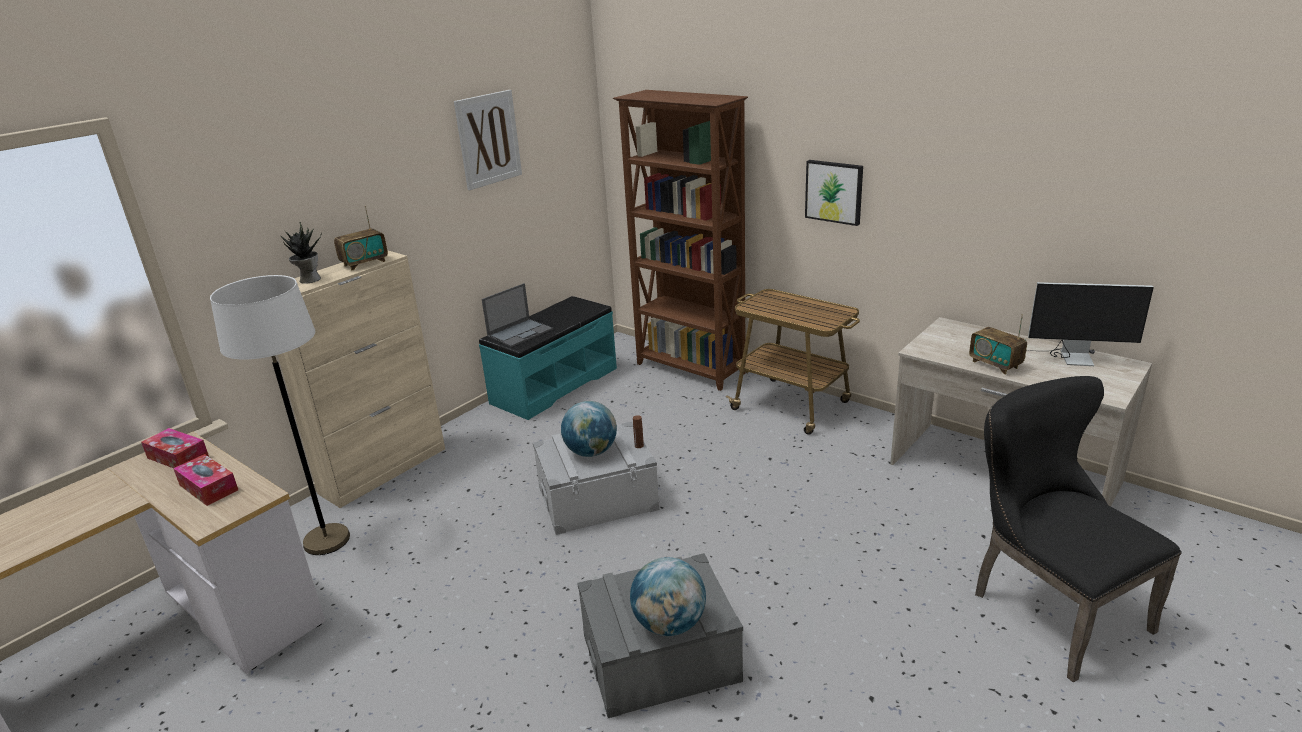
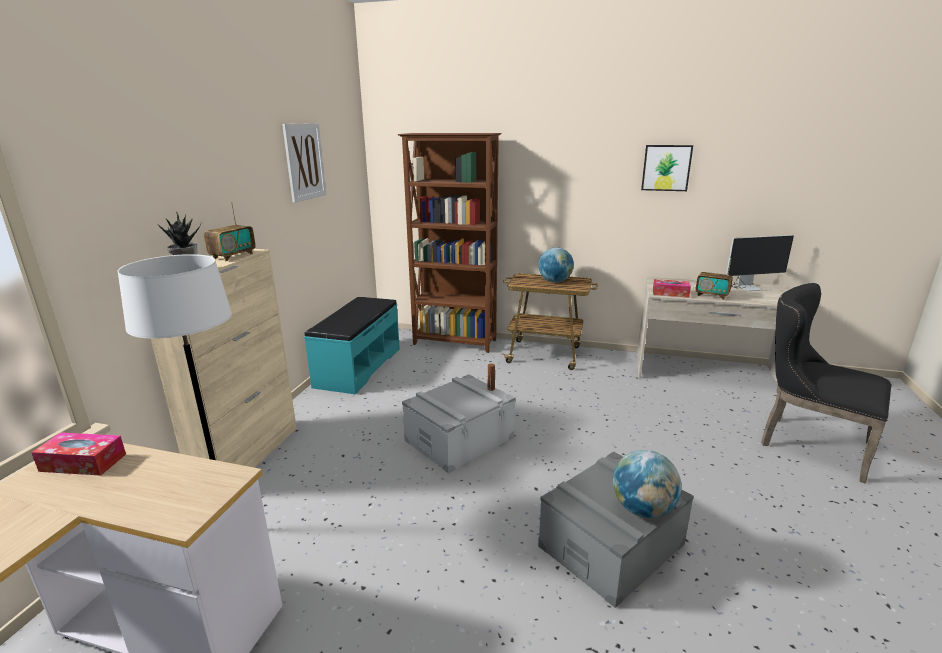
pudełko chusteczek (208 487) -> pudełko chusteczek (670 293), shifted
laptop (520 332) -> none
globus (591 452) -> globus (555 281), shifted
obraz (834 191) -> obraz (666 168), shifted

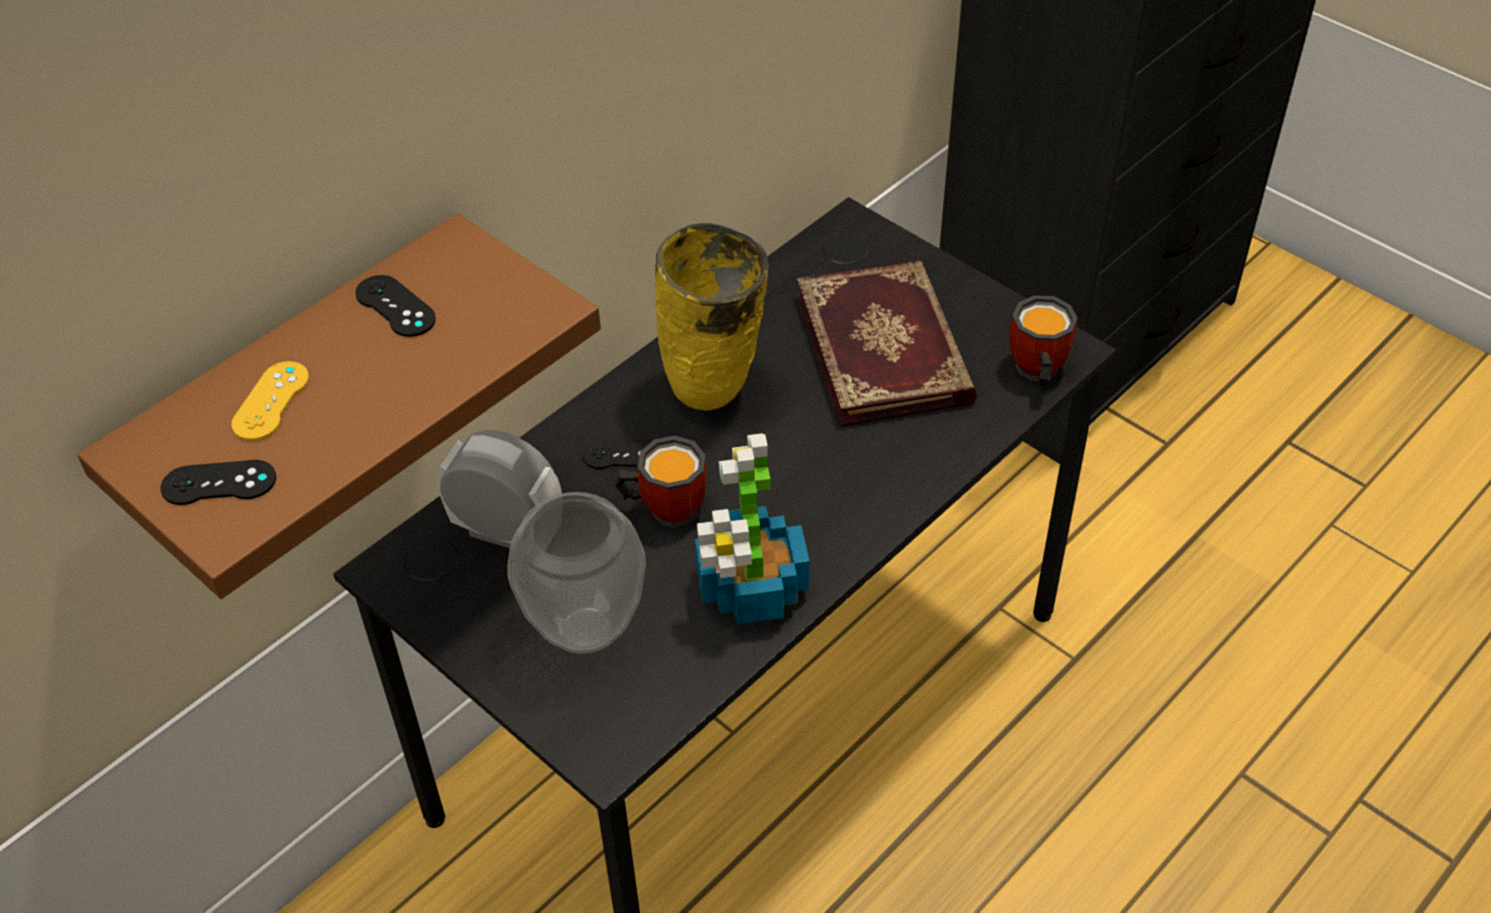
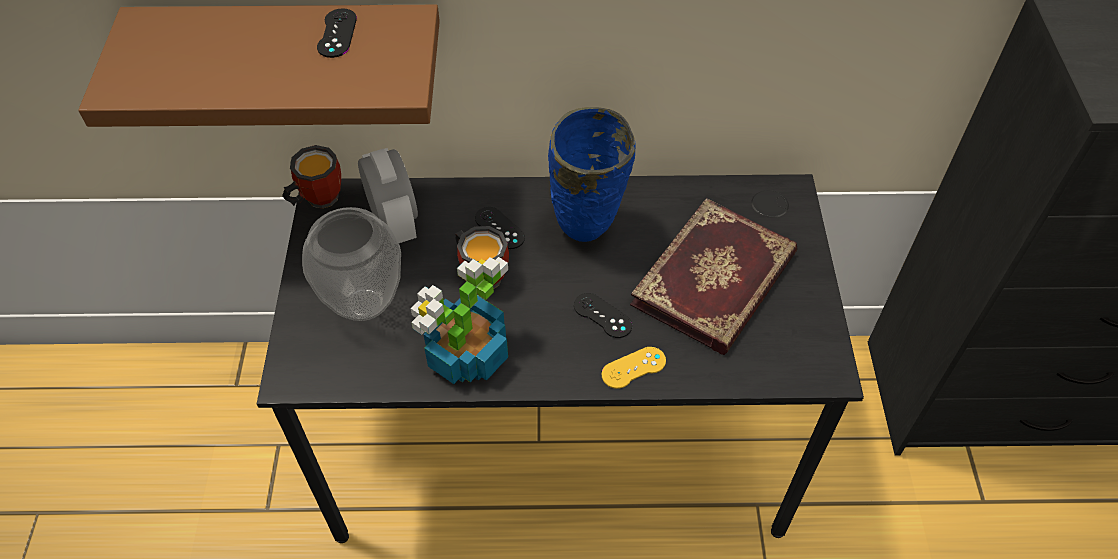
pad do gier/czarny (219 483) -> pad do gier/czarny (602 315), shifted
pad do gier/żółty (271 401) -> pad do gier/żółty (633 368), shifted
wazon/żółty (714 393) -> wazon/niebieski (587 231)
kubek (1034 372) -> kubek (316 198), shifted

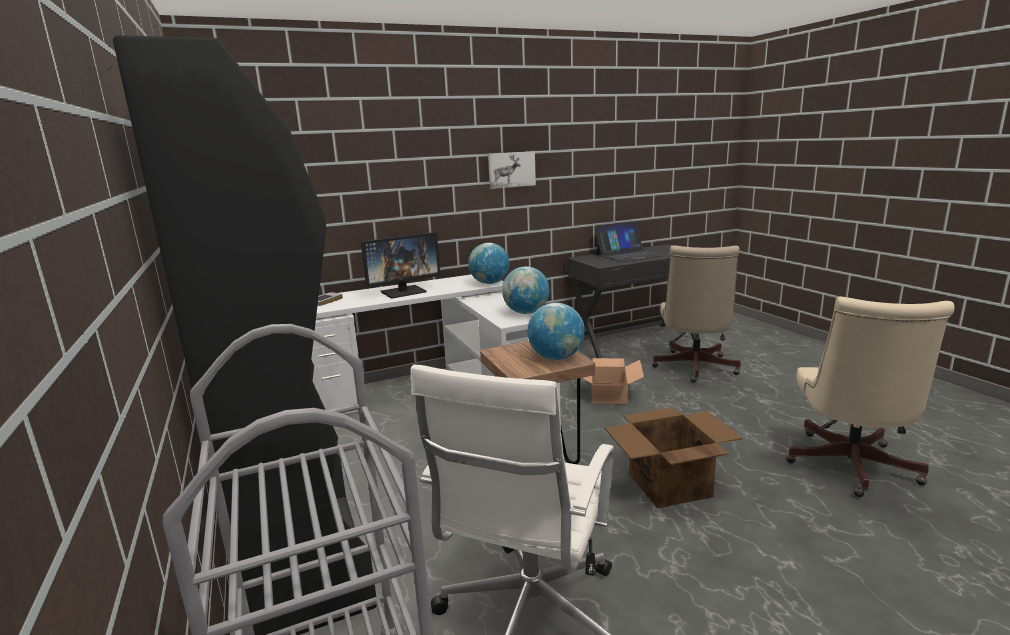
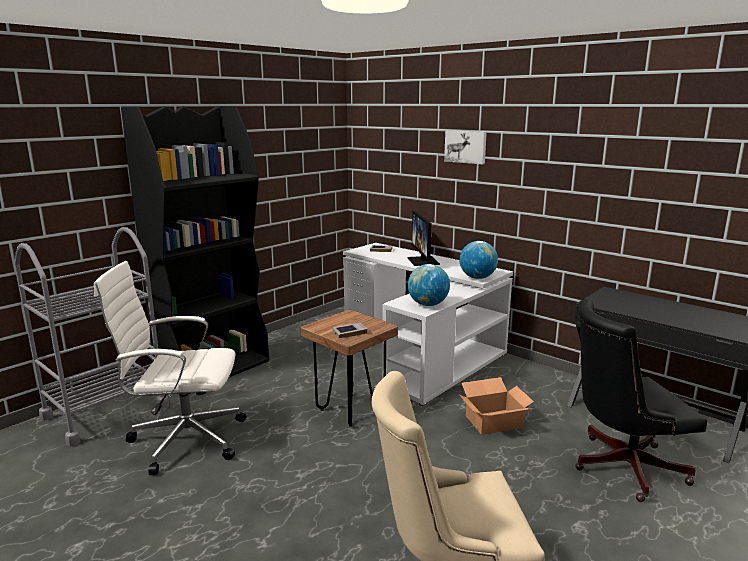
monitor (403 292) -> monitor (423 261), 45 degrees clockwise
obraz (511 169) -> obraz (466 146), shifted
globus (556 357) -> książka (349 332)
laptop (628 255) -> none
karton (668 485) -> none
krzesło biurowe/beżowy (694 368) -> krzesło biurowe/czarny (621 467)

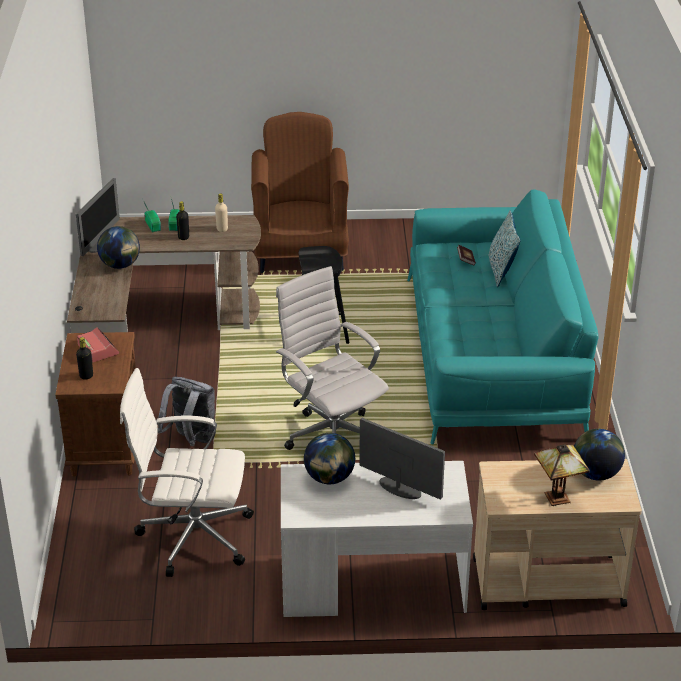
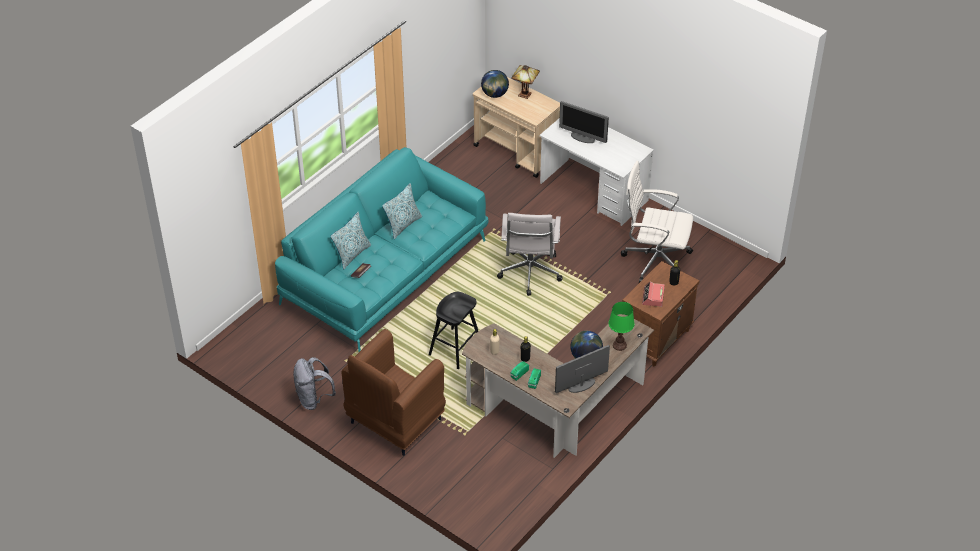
krzesło biurowe/biały (192 536) -> krzesło biurowe/biały (654 260), 150 degrees clockwise
plecak/szary (191 439) -> plecak/szary (314 399), shifted
globus (329 478) -> none
monitor (399 488) -> monitor (583 138), 45 degrees counterclockwise
none -> poduszka (403 225)
none -> lampa stołowa/zielony (619 345)

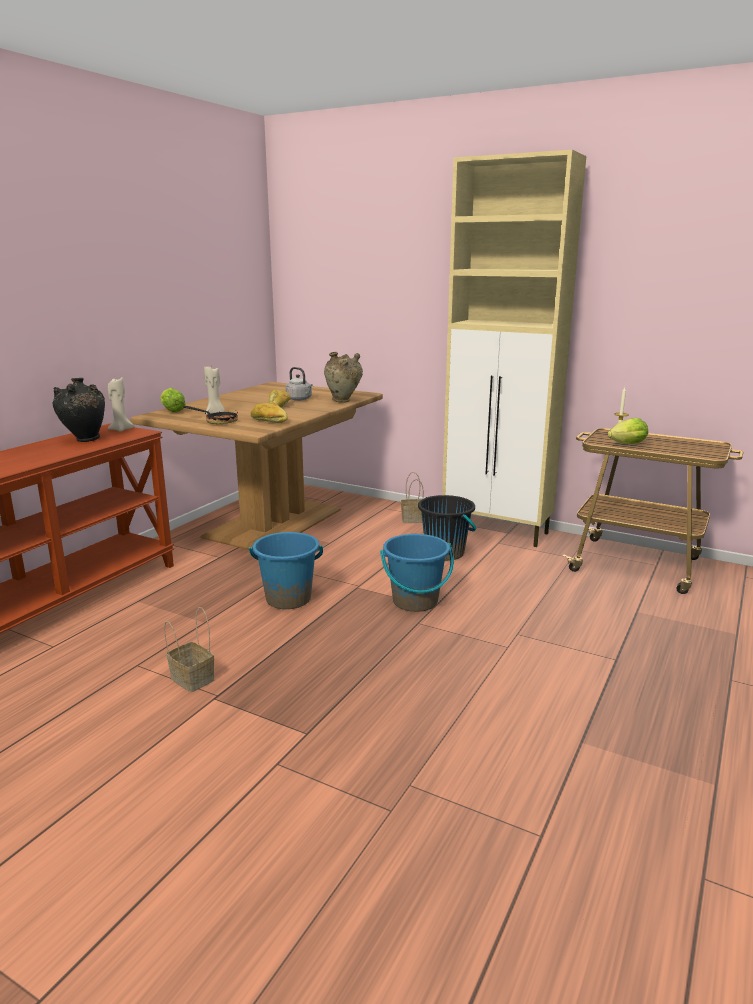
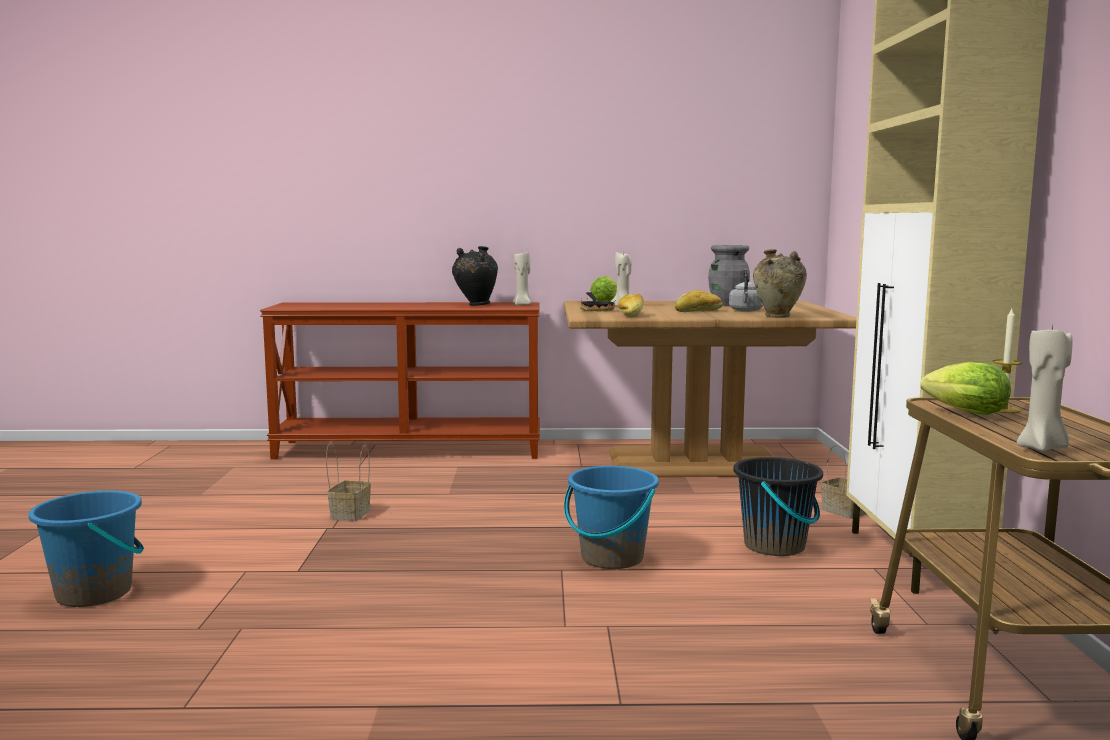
wiadro/niebieski (288 599) -> wiadro/niebieski (95 593), shifted
none -> wazon/szary (728 305)
none -> świeca/beżowy (1042 448)

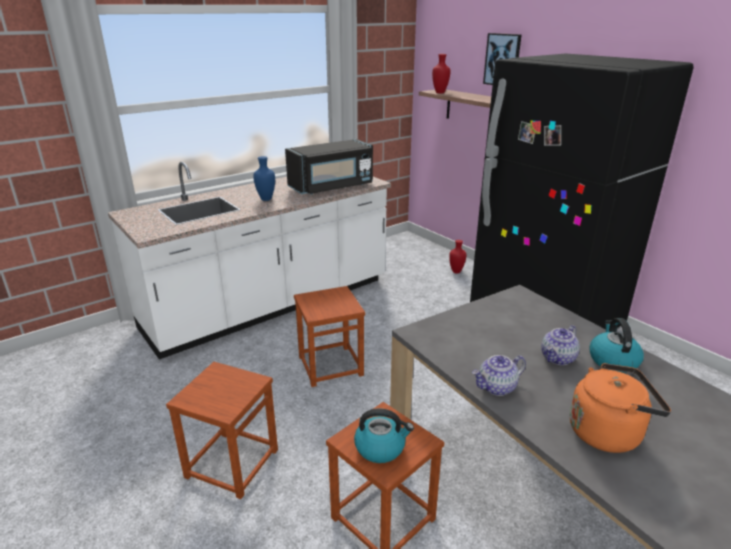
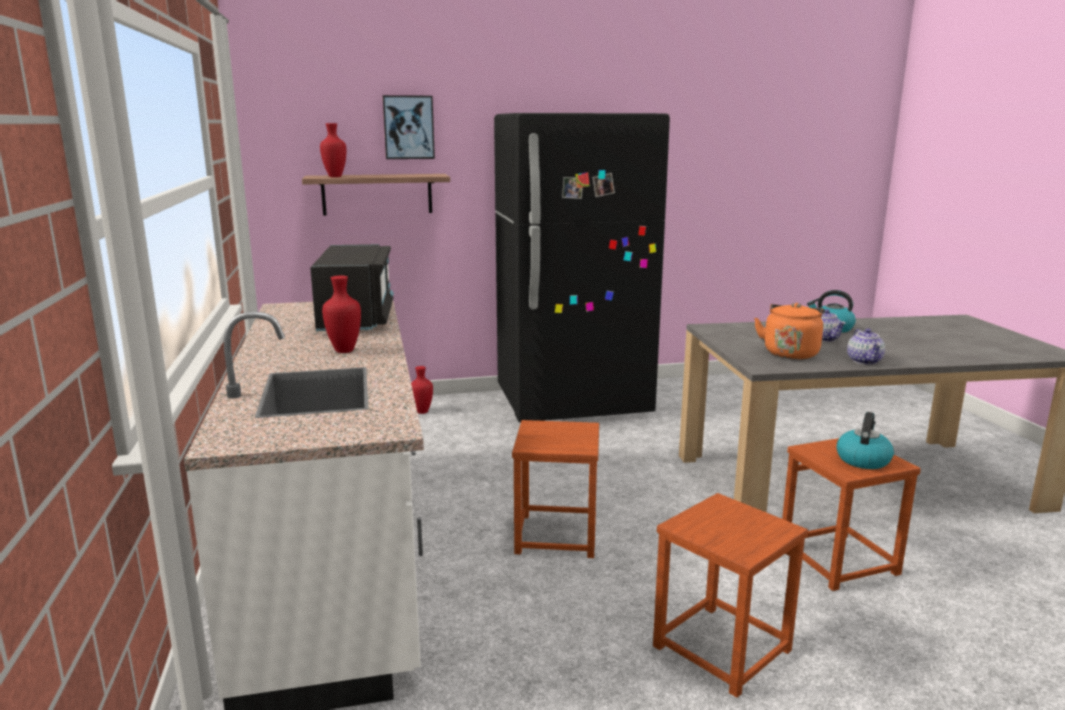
wazon/niebieski (265 199) -> wazon/czerwony (343 351)
czajnik/pomarańczowy (608 432) -> czajnik/pomarańczowy (790 353), shifted

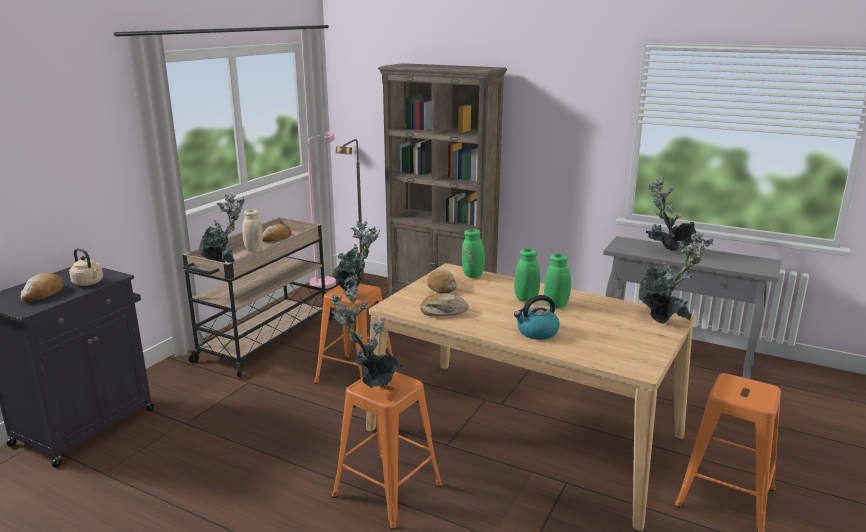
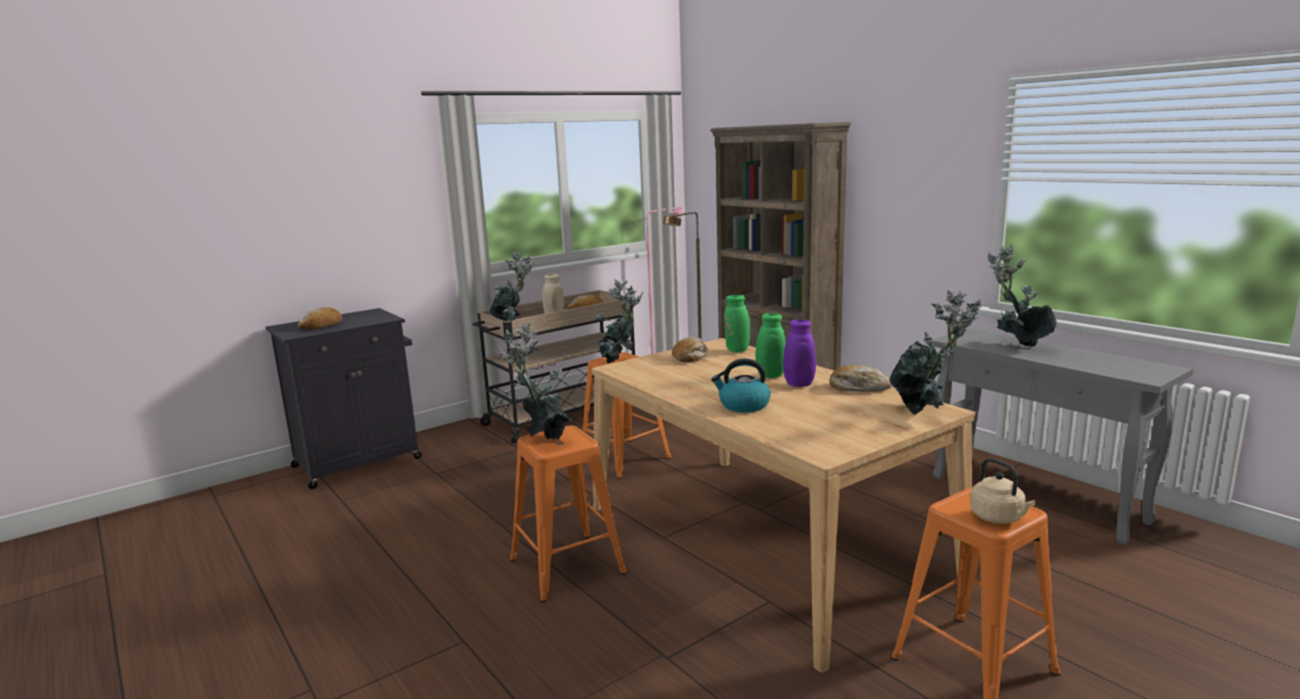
czajnik/beżowy (89 283) -> czajnik/beżowy (999 518), shifted
chleb (443 311) -> chleb (858 387), shifted
wazon/zielony (555 306) -> wazon/fioletowy (797 385)

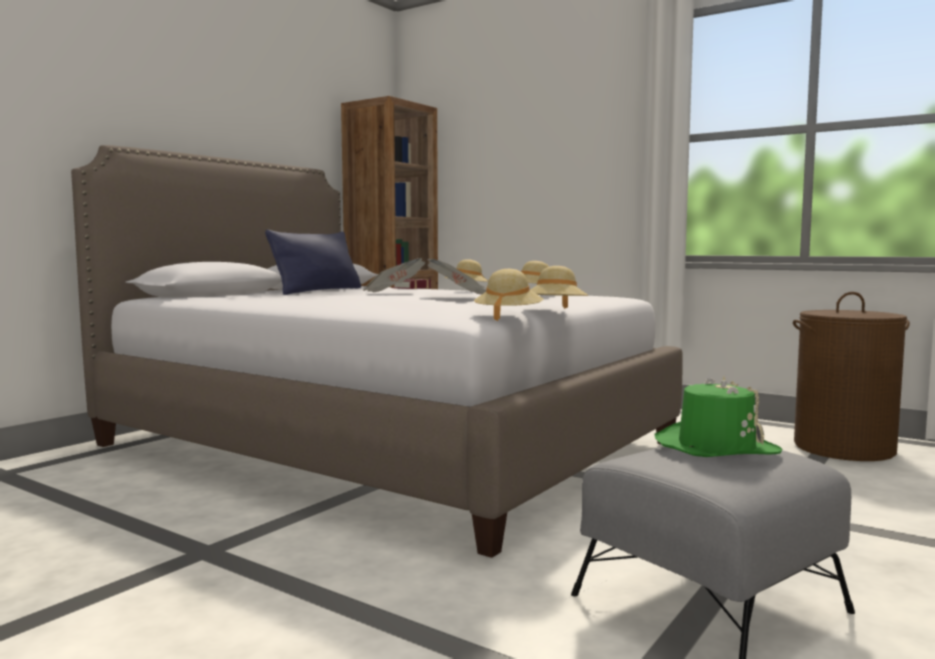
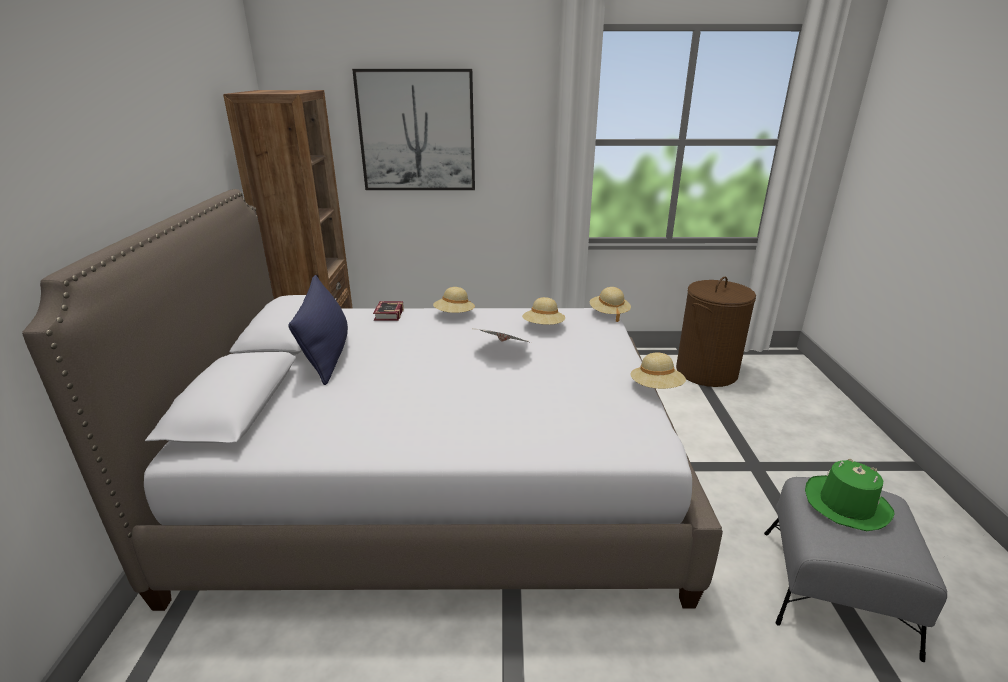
gazeta (394 293) -> none
kapelusz/beżowy (508 317) -> kapelusz/beżowy (609 314), shifted
none -> obraz (417 131)

